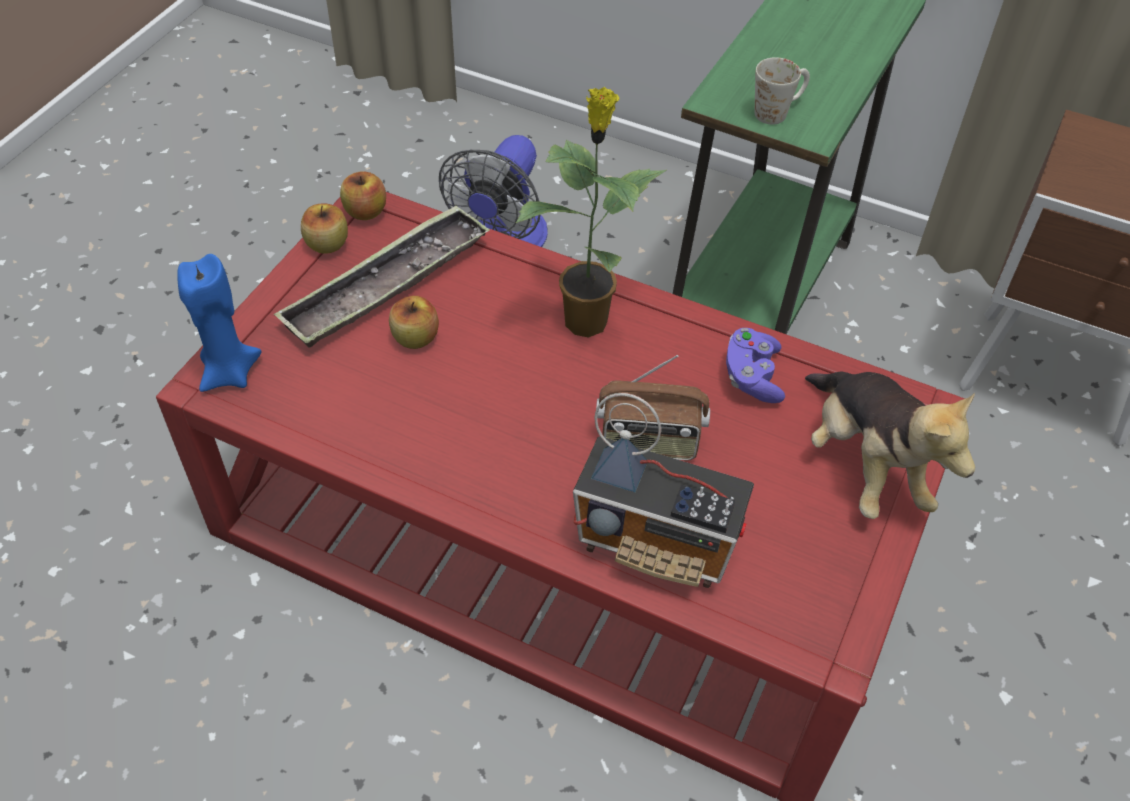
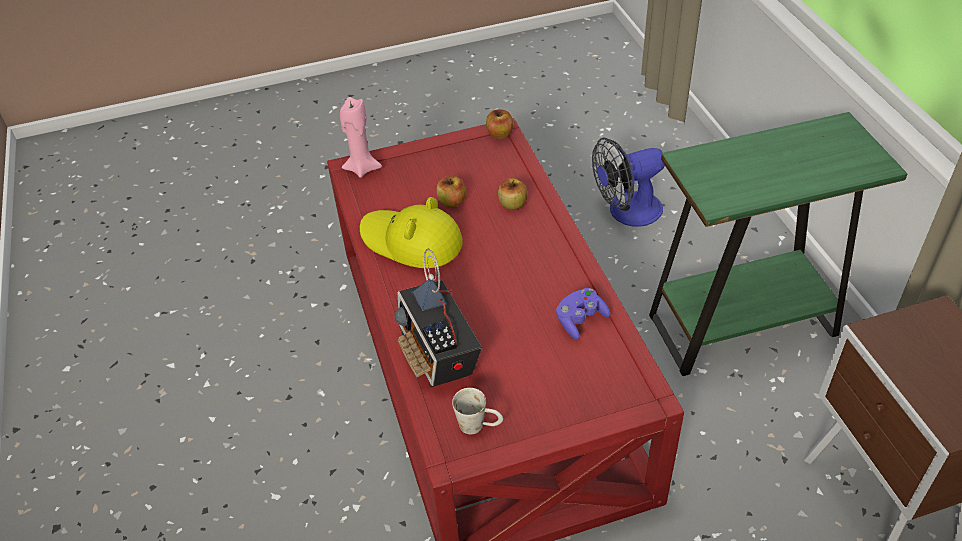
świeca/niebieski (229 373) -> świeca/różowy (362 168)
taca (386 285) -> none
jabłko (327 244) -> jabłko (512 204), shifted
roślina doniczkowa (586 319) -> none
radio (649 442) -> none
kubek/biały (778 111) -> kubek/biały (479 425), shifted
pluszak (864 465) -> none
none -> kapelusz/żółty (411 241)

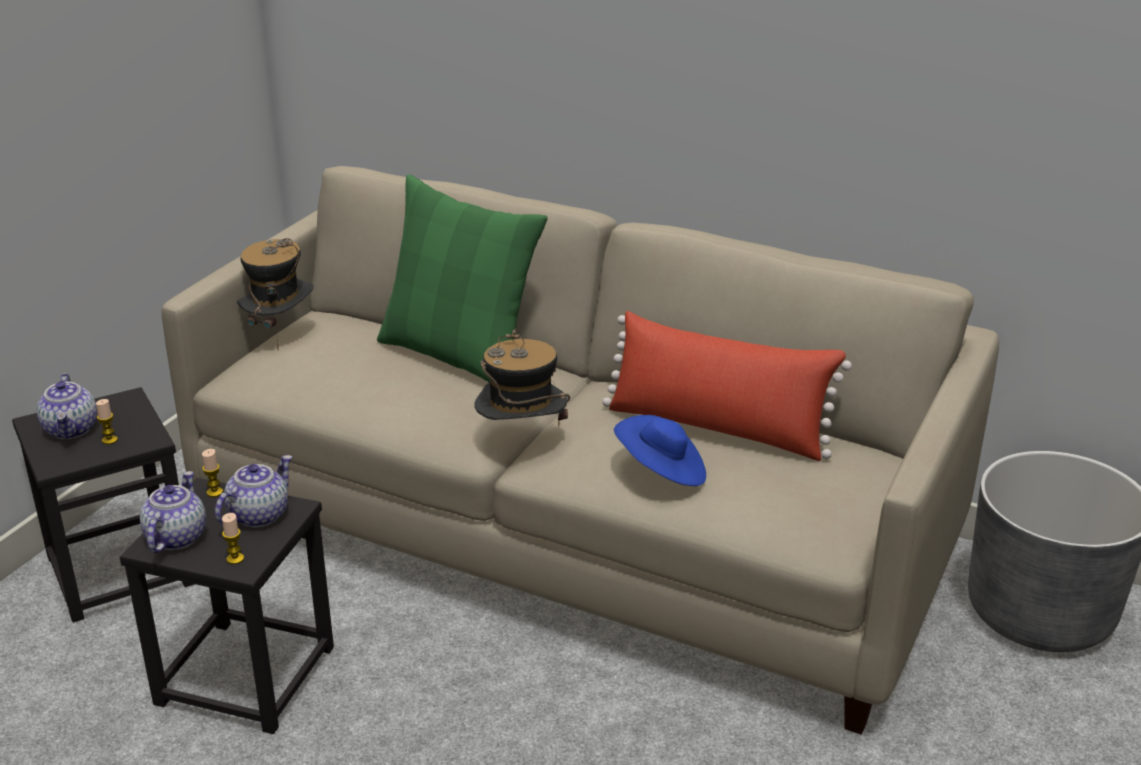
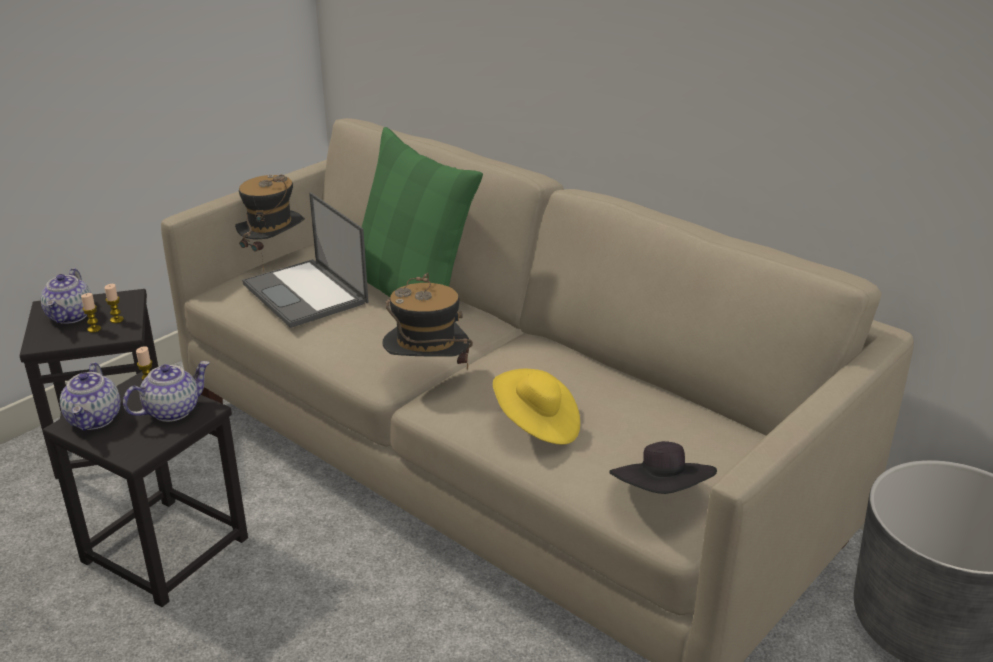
imbryk (175 537) -> imbryk (95 419), 150 degrees clockwise
świeca (235 559) -> świeca (117 320), shifted
poduszka/czerwony (717 428) -> none
kapelusz/niebieski (661 471) -> kapelusz/żółty (537 425)
none -> laptop (306 294)
none -> kapelusz/czarny (662 495)

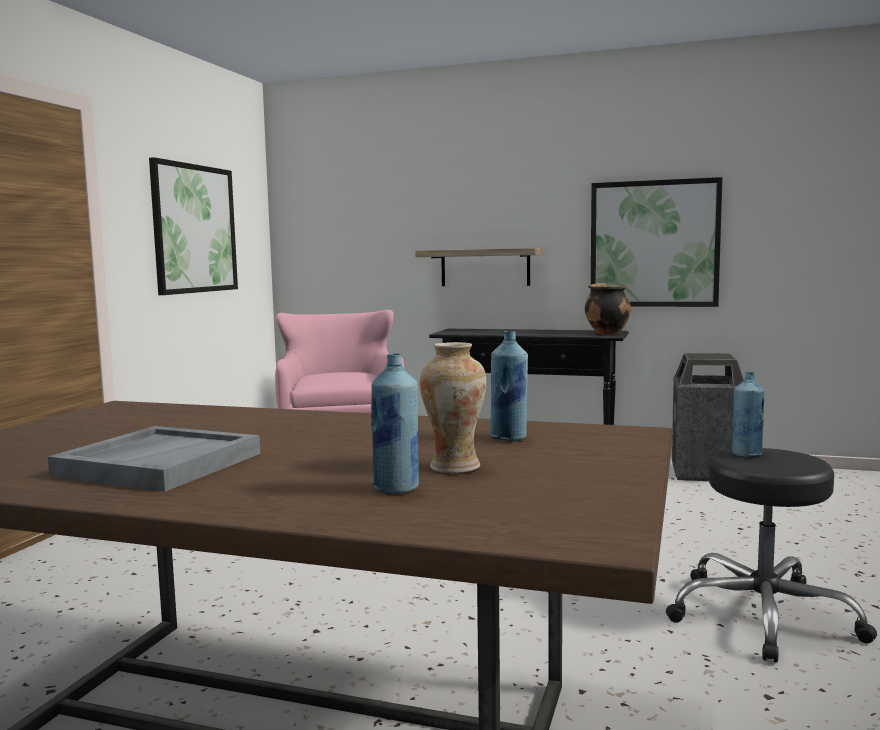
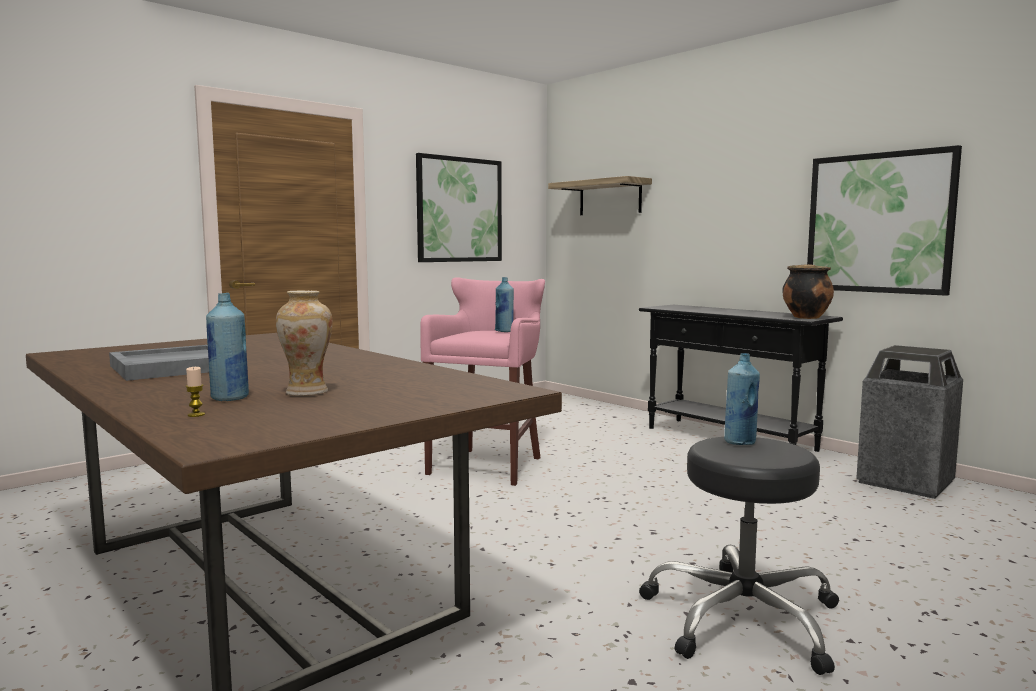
półka (485 267) -> półka (610 198), shifted
butelka/niebieski (509 438) -> butelka/niebieski (504 331), shifted
none -> świeca (196 415)

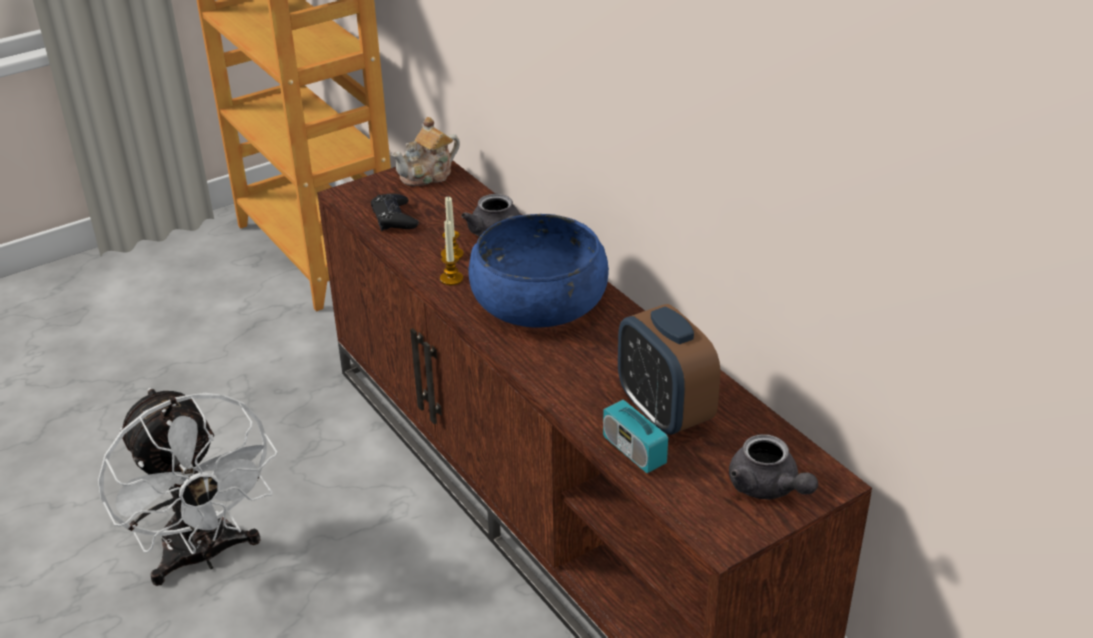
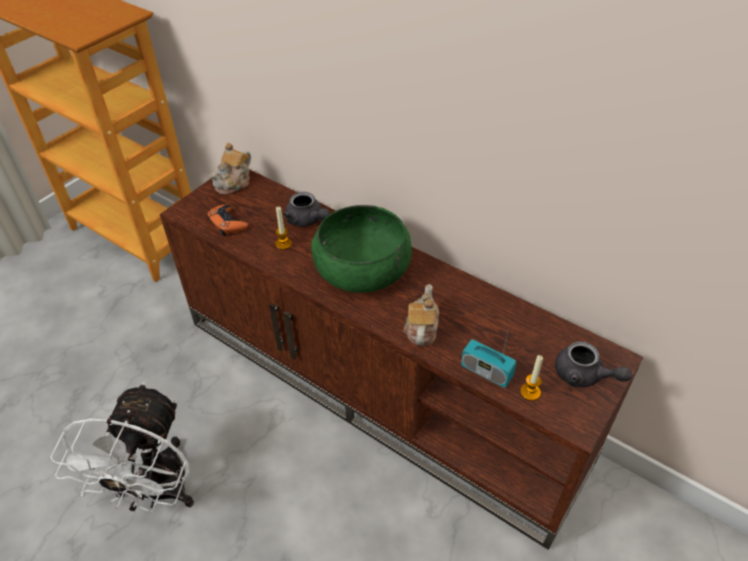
wentylator/biały (204 556) -> wentylator/biały (157 493), 60 degrees clockwise
pad do gier/czarny (394 218) -> pad do gier/pomarańczowy (227 223)
świeca (451 279) -> świeca (530 392), shifted
miska/niebieski (538 301) -> miska/zielony (362 267)
budzik (664 412) -> none
none -> imbryk (421 328)

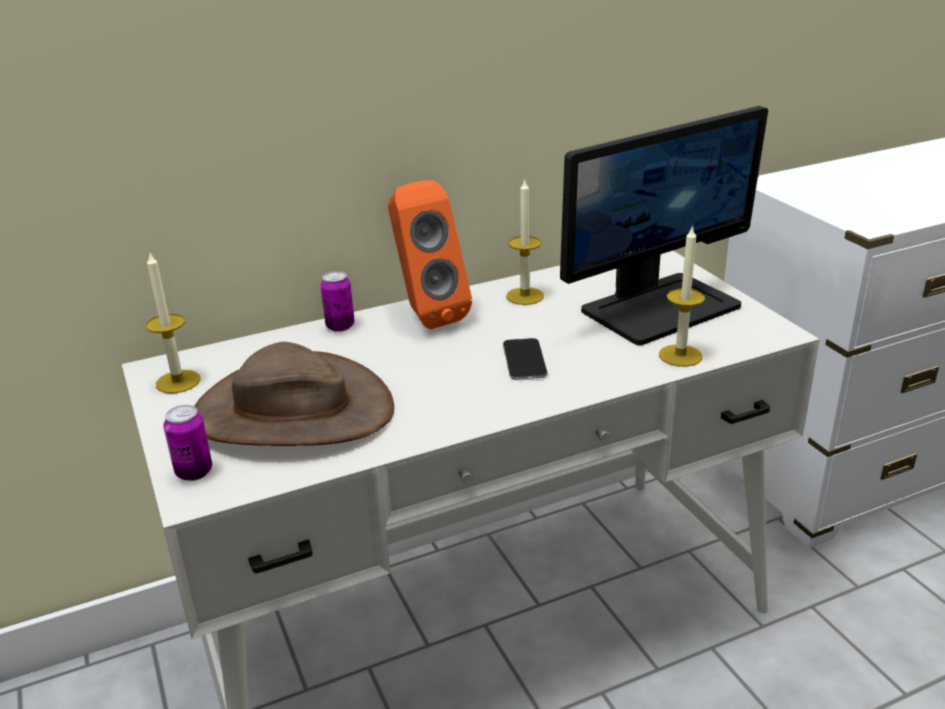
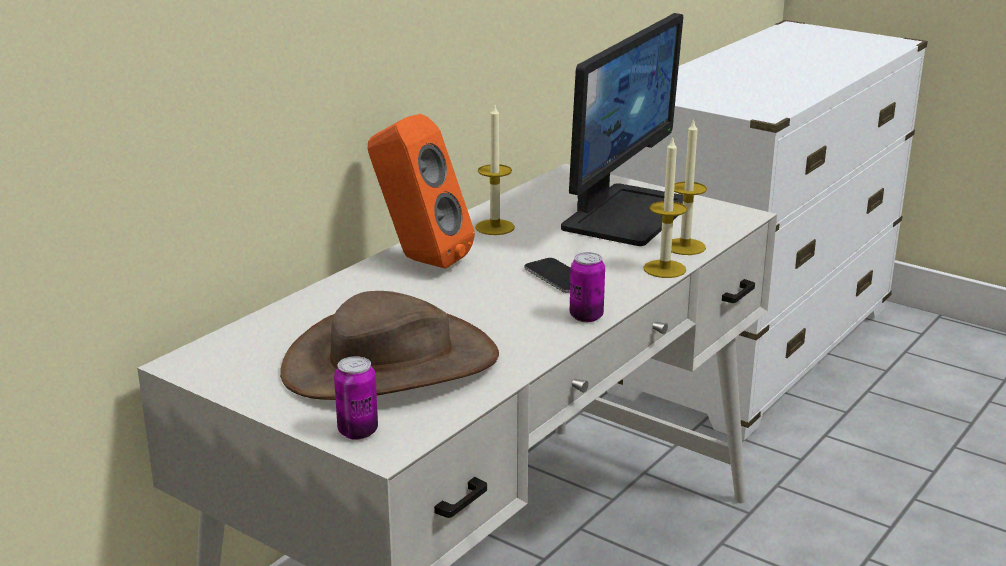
świeca (178 381) -> świeca (664 269), shifted
puszka (340 326) -> puszka (586 316), shifted

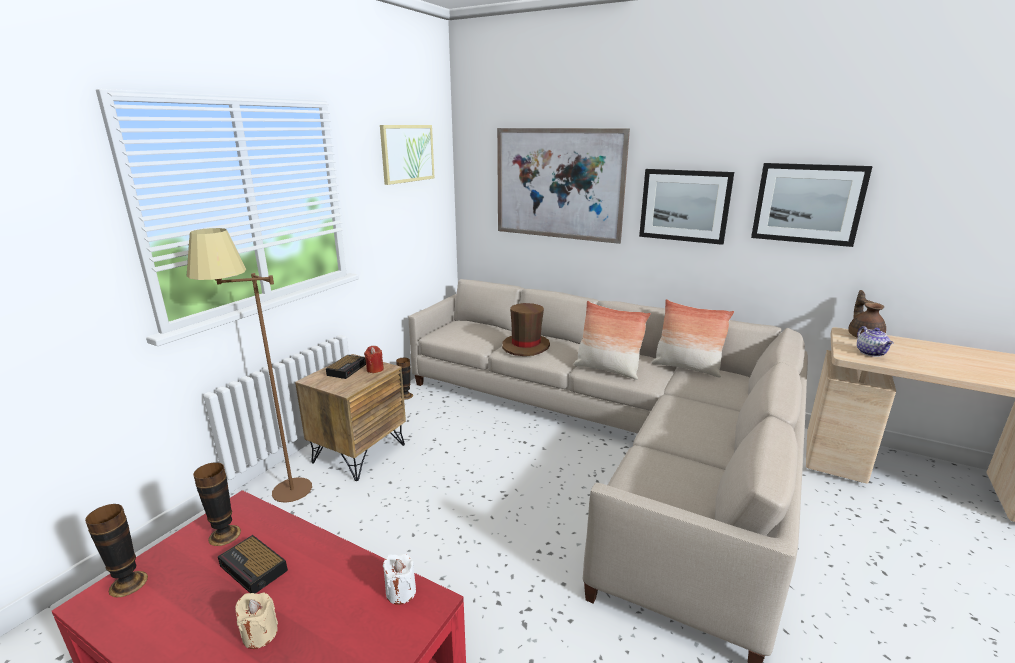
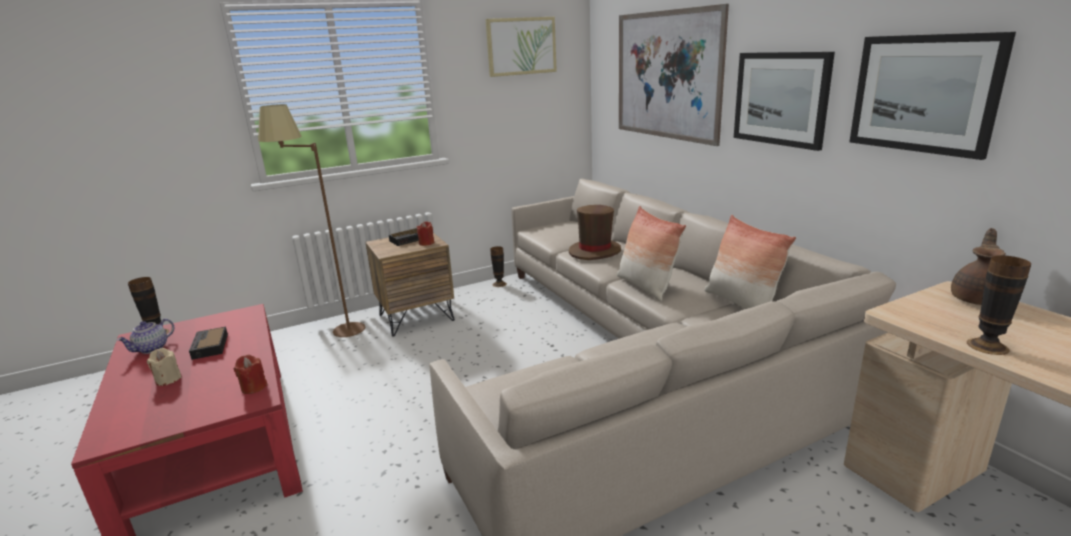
wazon (224 535) -> wazon (987 346), shifted
świeca/biały (401 592) -> świeca/czerwony (254 387)
imbryk (871 353) -> imbryk (152 349), shifted

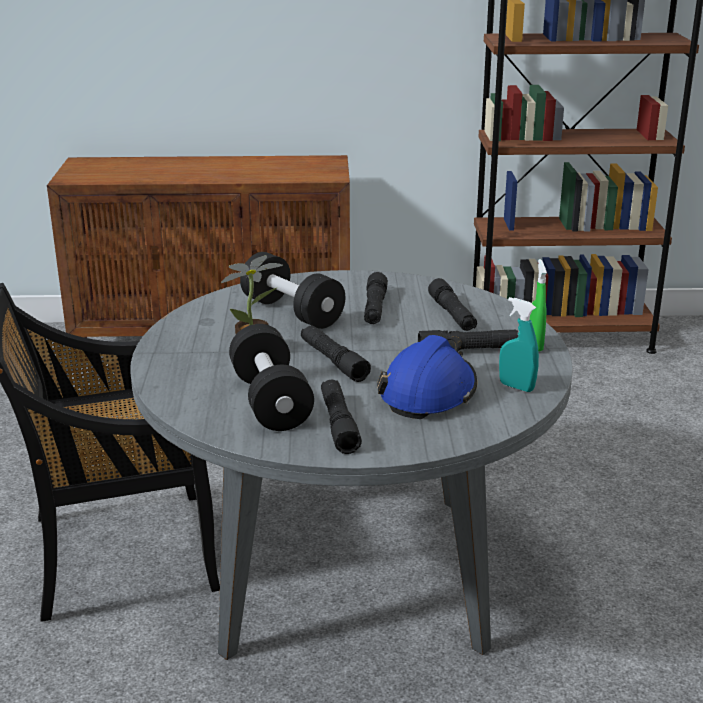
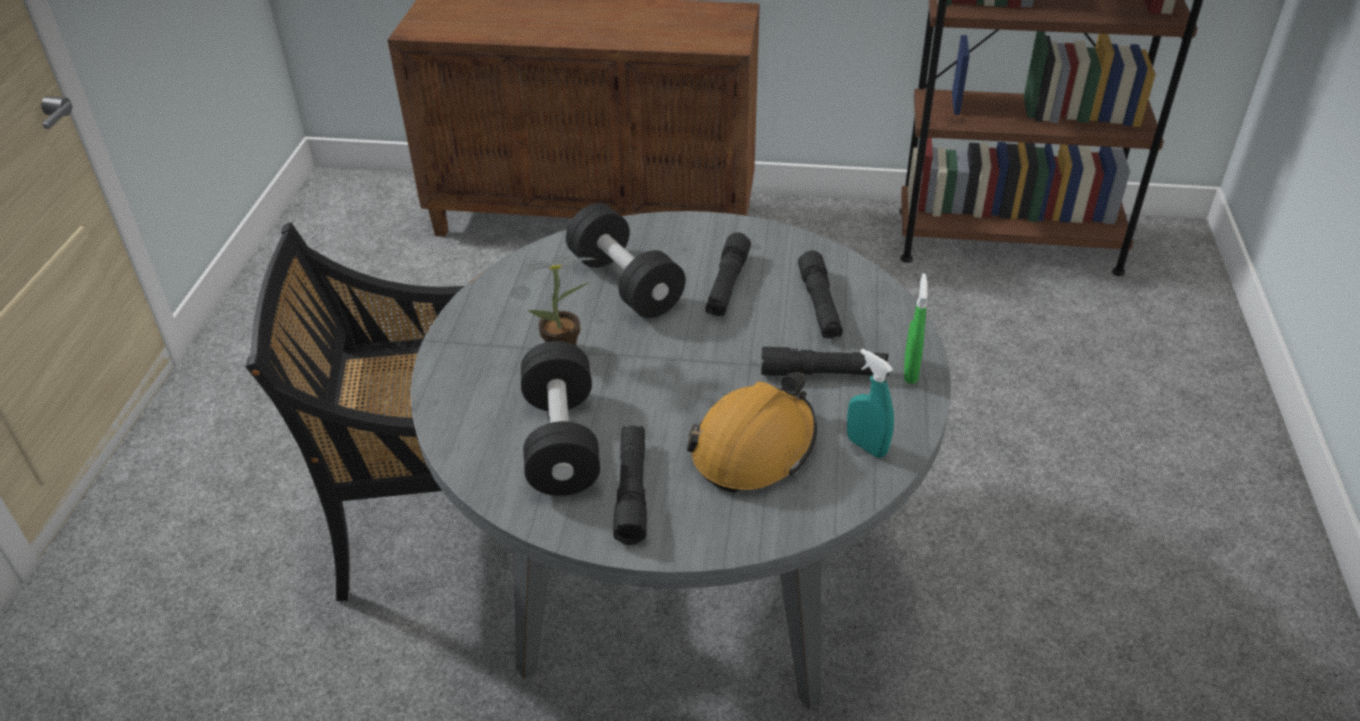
latarka/czarny (333 361) -> none
kask/niebieski (428 393) -> kask/pomarańczowy (754 447)

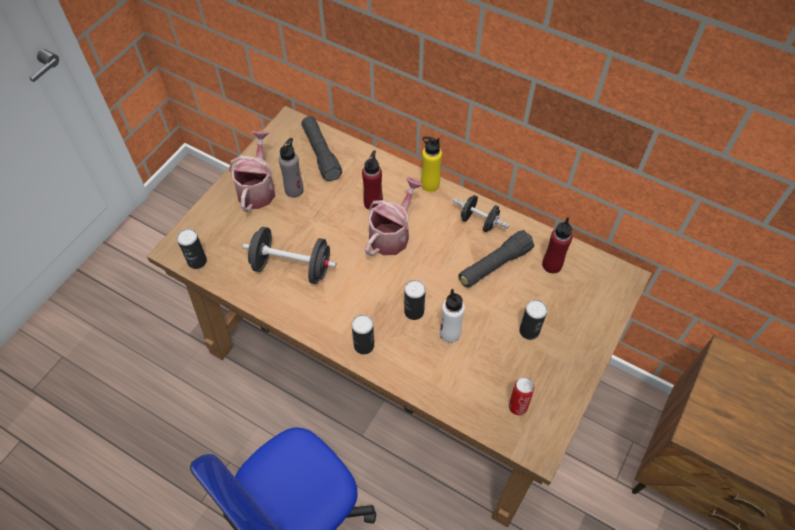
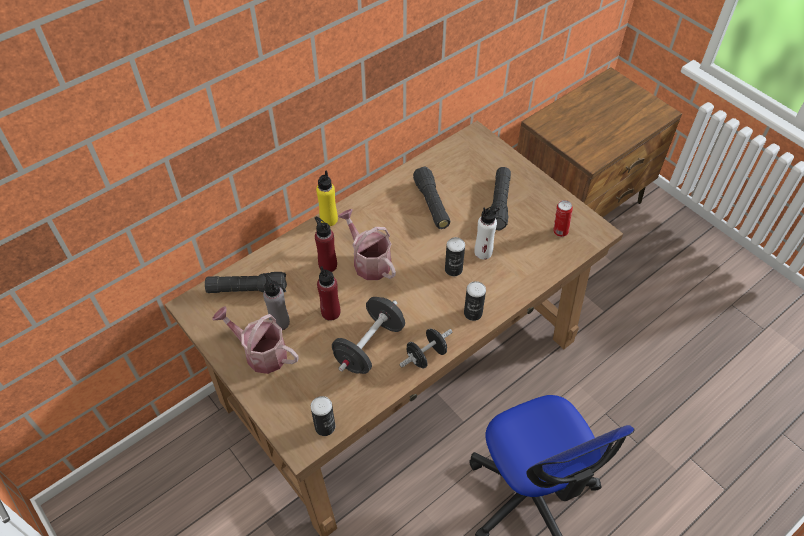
hantel/czarny (479 222) -> hantel/czarny (426 356), shifted
puszka (529 331) -> latarka/czarny (499 203)
butelka/czerwony (552 265) -> butelka/czerwony (331 312), shifted

